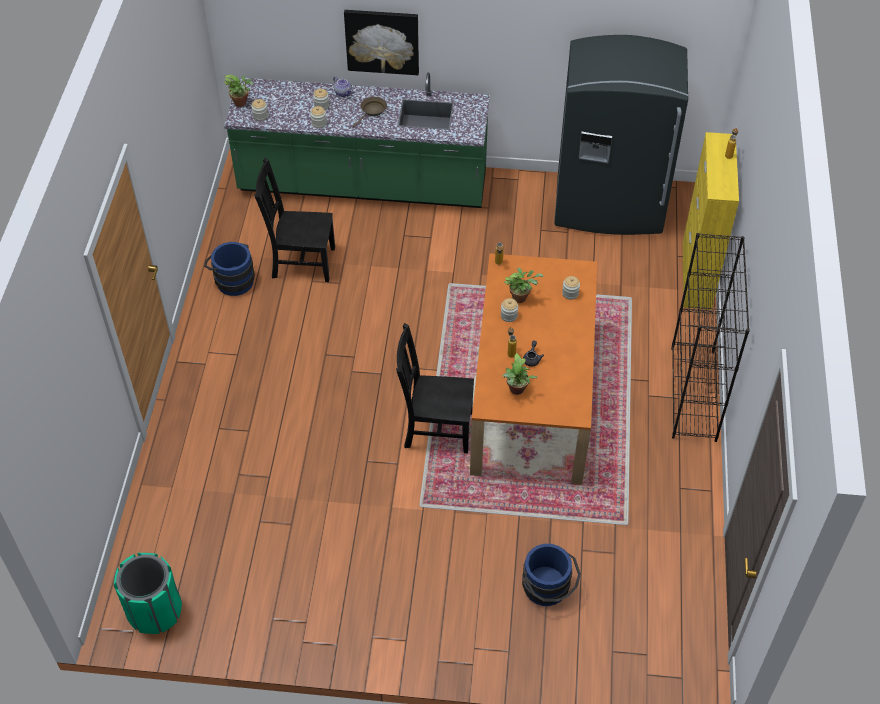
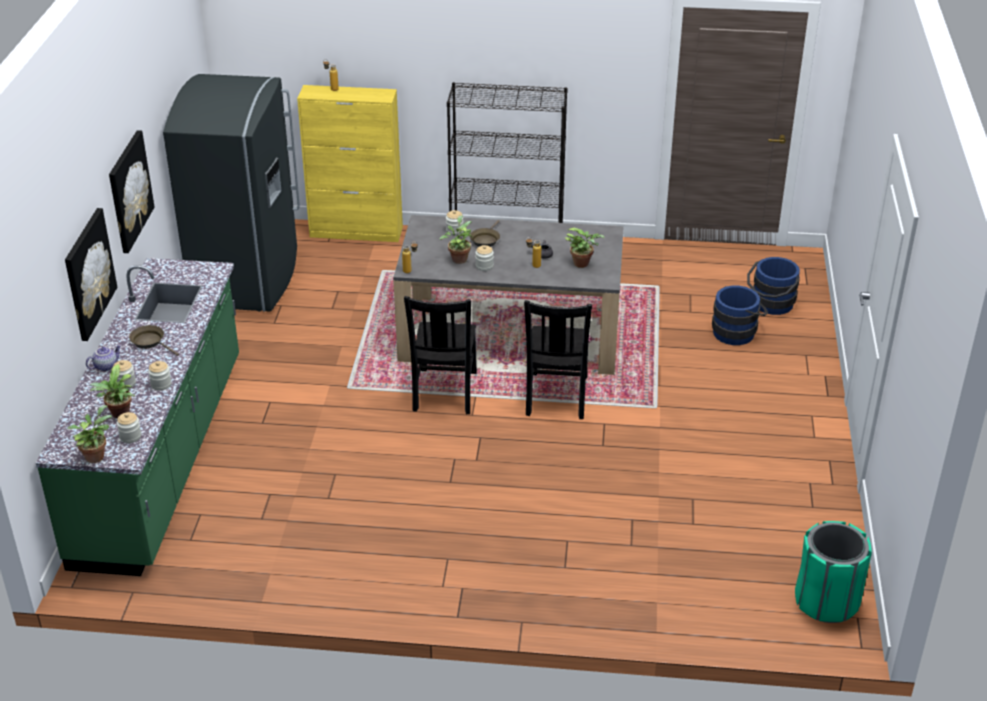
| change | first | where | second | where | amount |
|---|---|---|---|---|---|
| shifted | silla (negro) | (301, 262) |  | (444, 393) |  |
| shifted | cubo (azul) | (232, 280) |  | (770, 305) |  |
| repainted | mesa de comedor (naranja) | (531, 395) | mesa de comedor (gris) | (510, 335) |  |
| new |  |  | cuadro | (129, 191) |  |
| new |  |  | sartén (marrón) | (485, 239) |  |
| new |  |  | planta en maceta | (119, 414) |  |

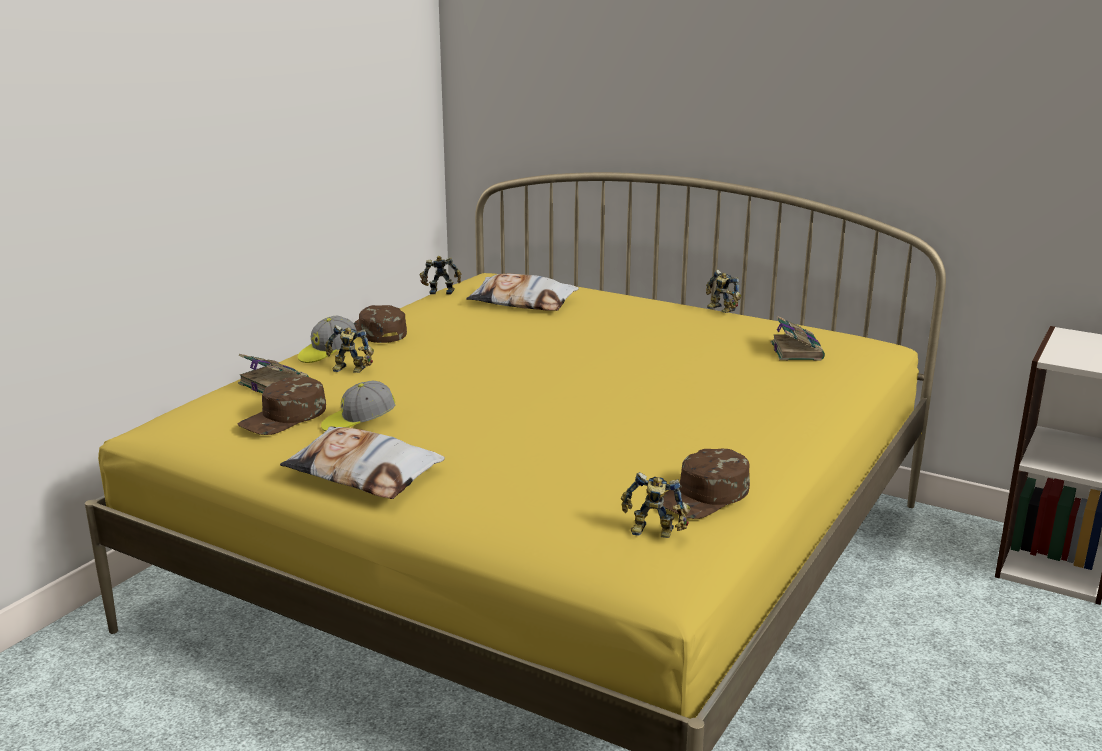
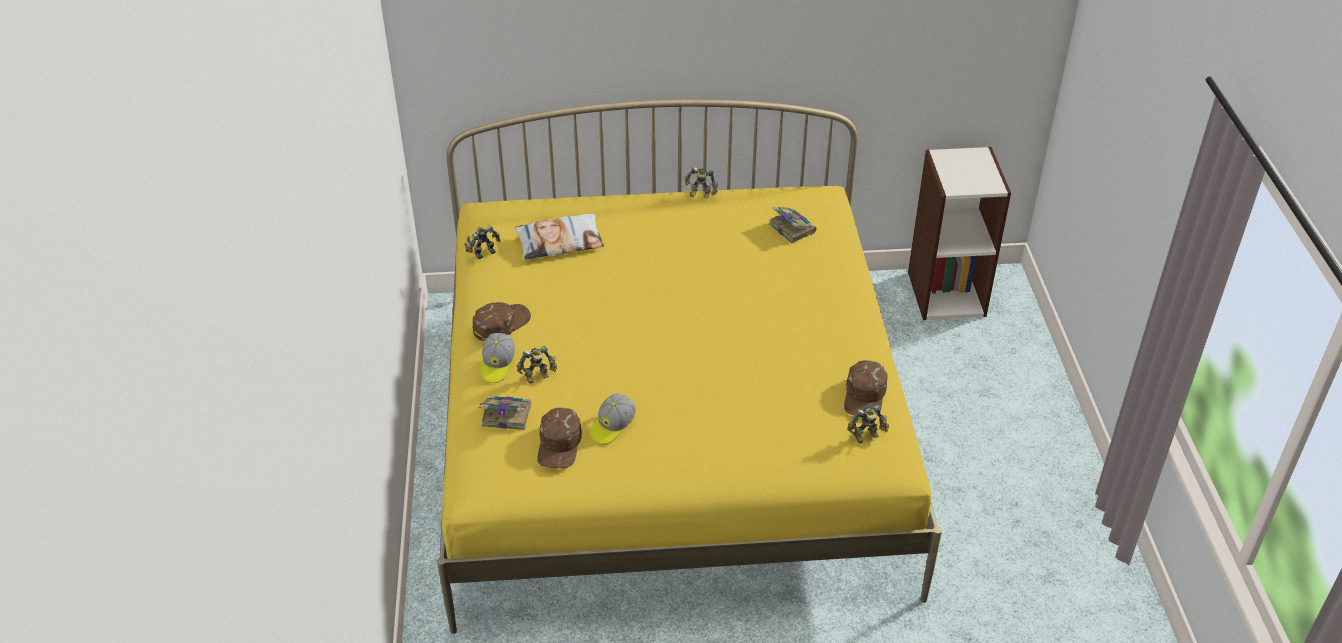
| change | first | where | second | where | amount |
|---|---|---|---|---|---|
| rotated | gorra (marrón) | (378, 331) |  | (501, 324) | 105 degrees clockwise |
| gone | cojín | (363, 472) |  |  |  |

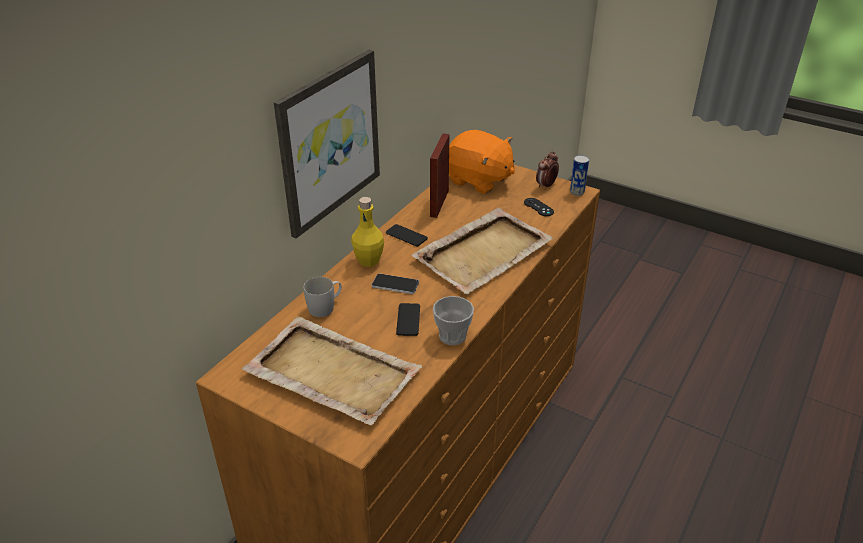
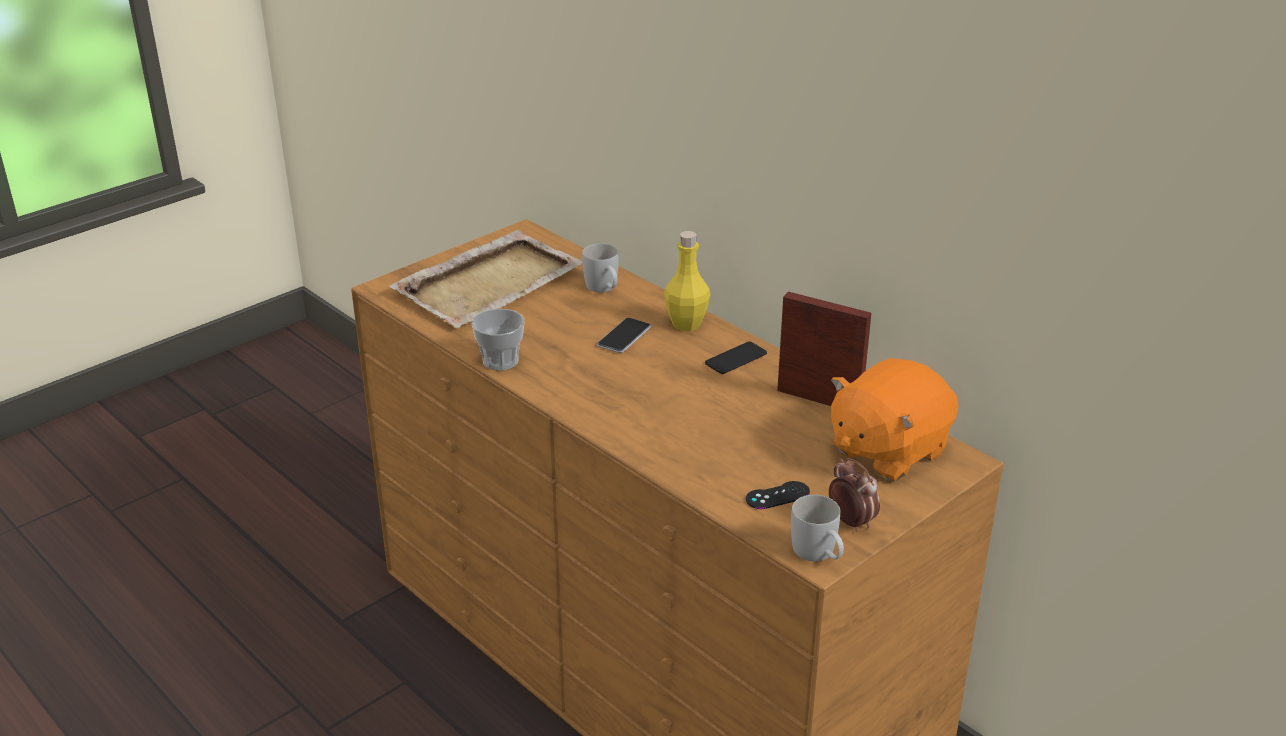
| change | first | where | second | where | amount |
|---|---|---|---|---|---|
| gone | cuadro | (328, 141) |  |  |  |
| swapped | lata | (577, 192) | taza grande (blanco) | (818, 554) |  |
| gone | bandeja (beis) | (484, 252) |  |  |  |
| gone | móvil | (408, 320) |  |  |  |

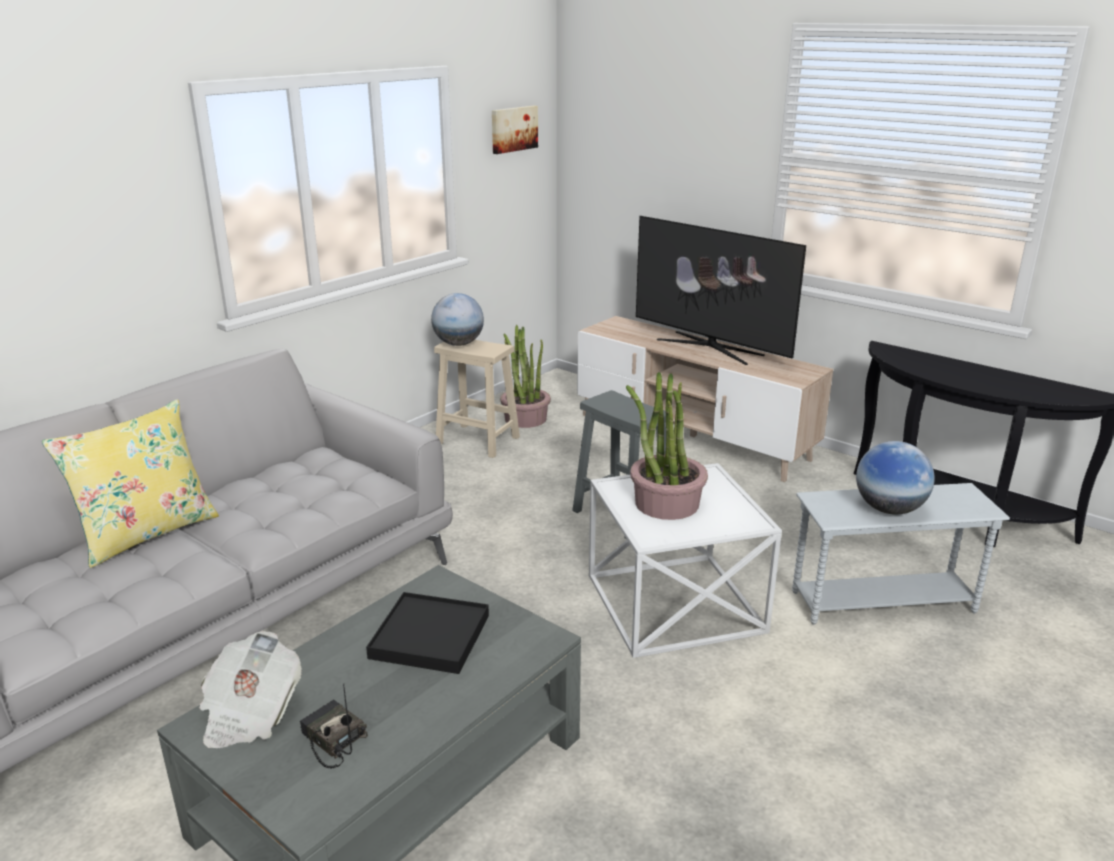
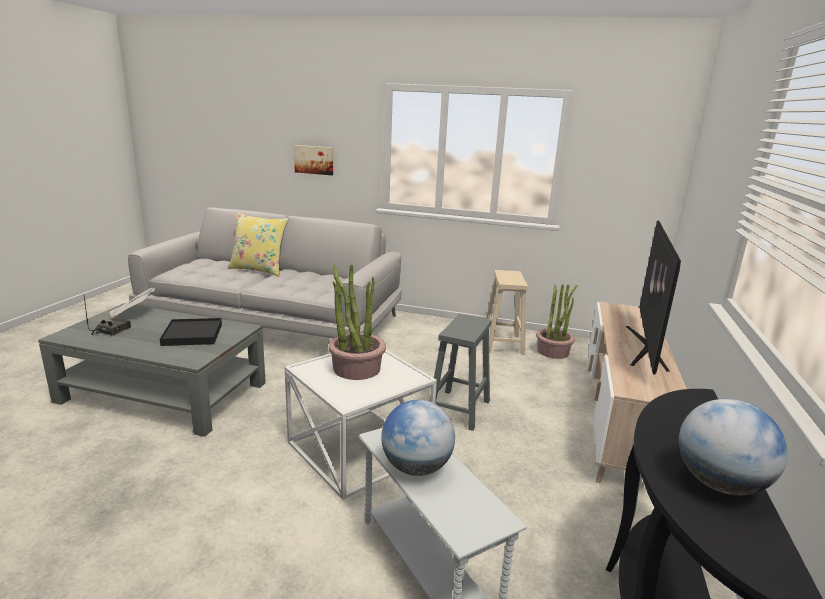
| change | first | where | second | where | amount |
|---|---|---|---|---|---|
| shifted | cuadro | (513, 129) |  | (314, 159) |  |
| shifted | globo terráqueo | (458, 344) |  | (719, 484) |  |

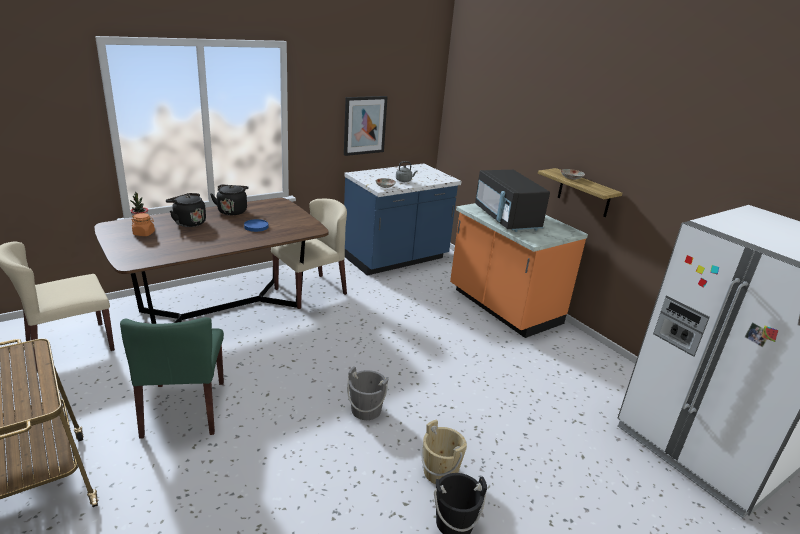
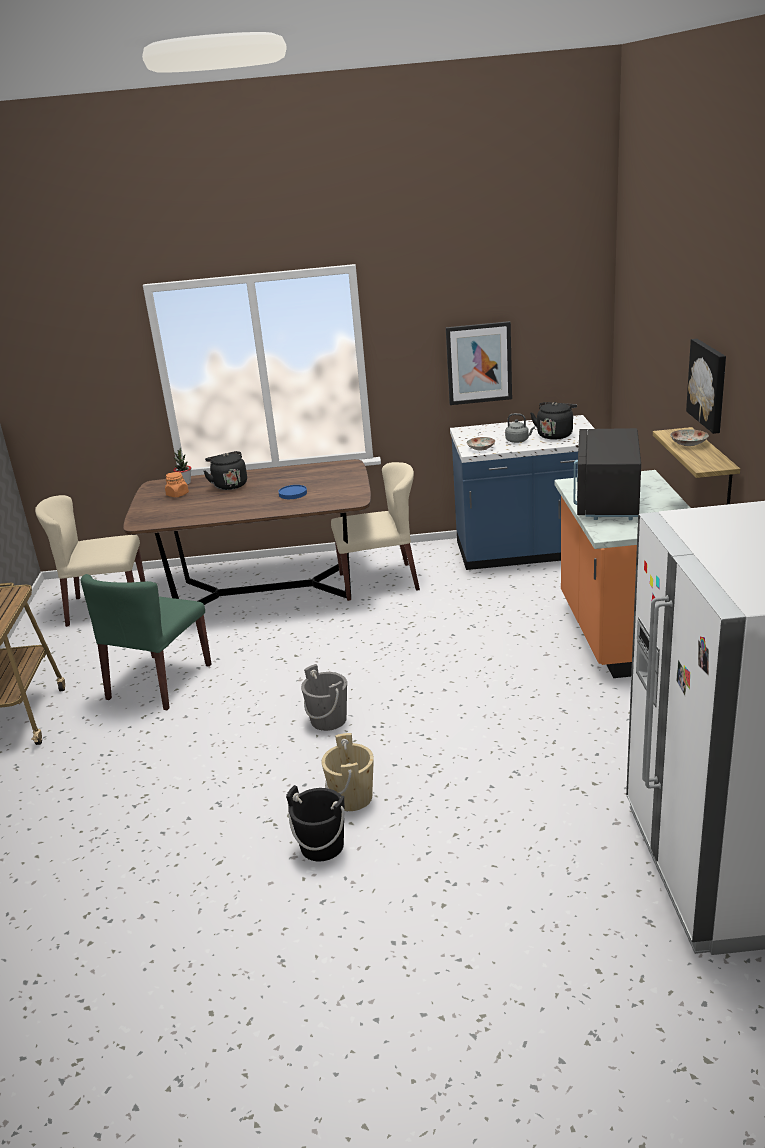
| change | first | where | second | where | amount |
|---|---|---|---|---|---|
| shifted | hervidor (negro) | (232, 211) |  | (555, 435) |  |
| new |  |  | cuadro | (709, 384) |  |

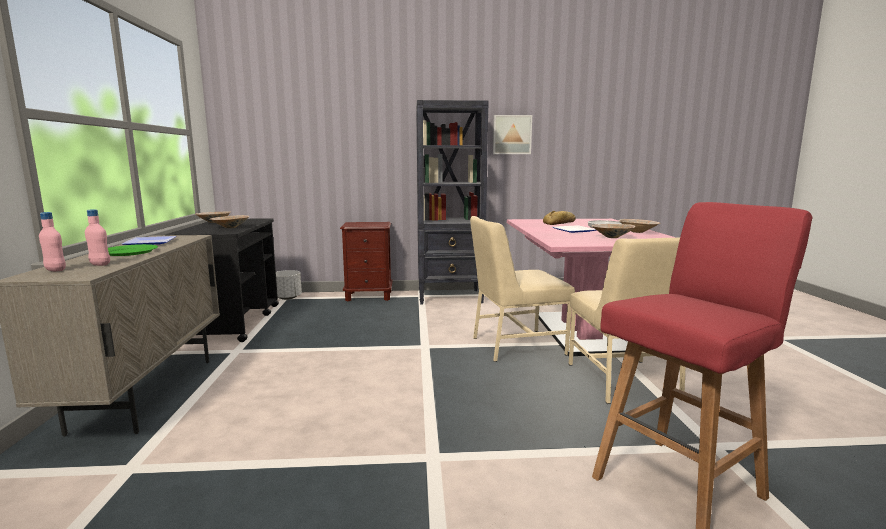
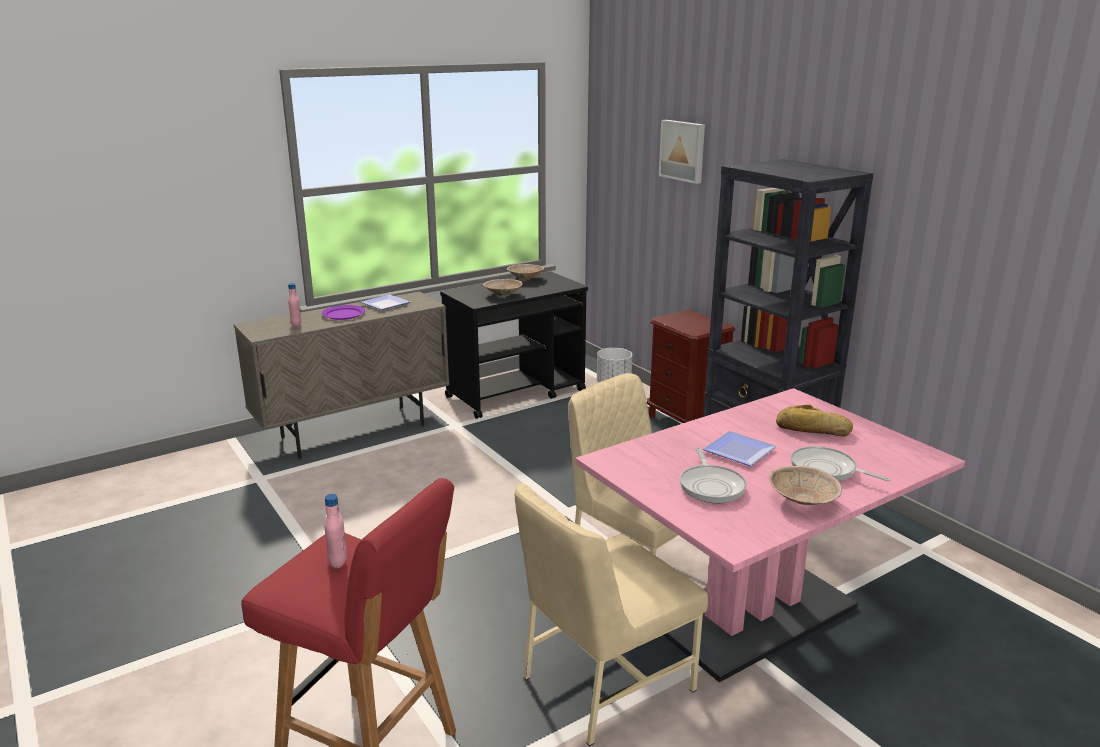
| change | first | where | second | where | amount |
|---|---|---|---|---|---|
| shifted | cuadro | (511, 134) |  | (683, 150) |  |
| shifted | botella (rosa) | (55, 270) |  | (338, 562) |  |
| swapped | cuenco (beis) | (611, 237) | sartén | (711, 486) |  |
| repainted | plato (verde) | (129, 252) | plato (morado) | (343, 314) |  |

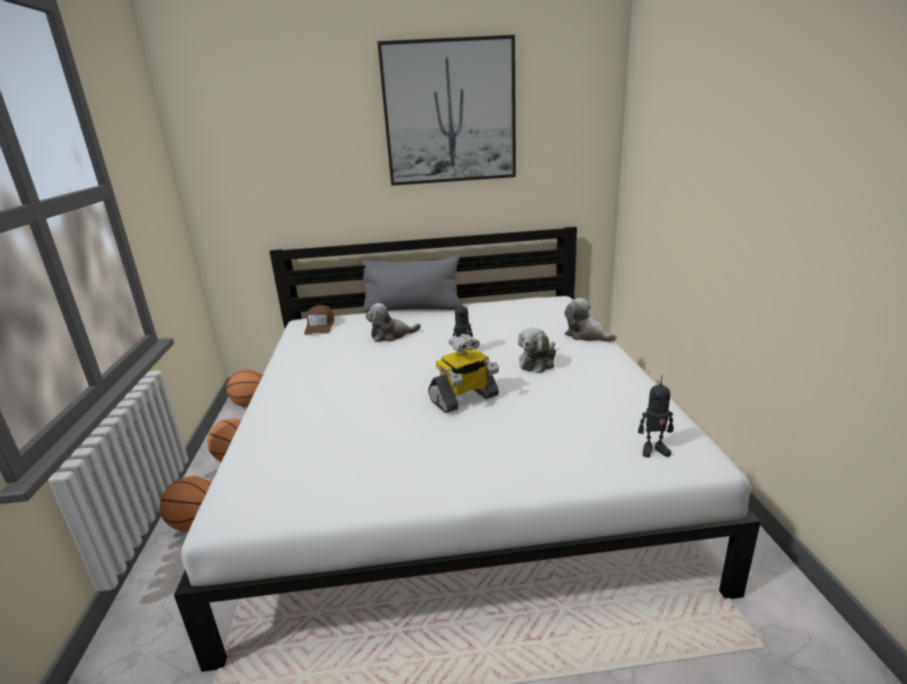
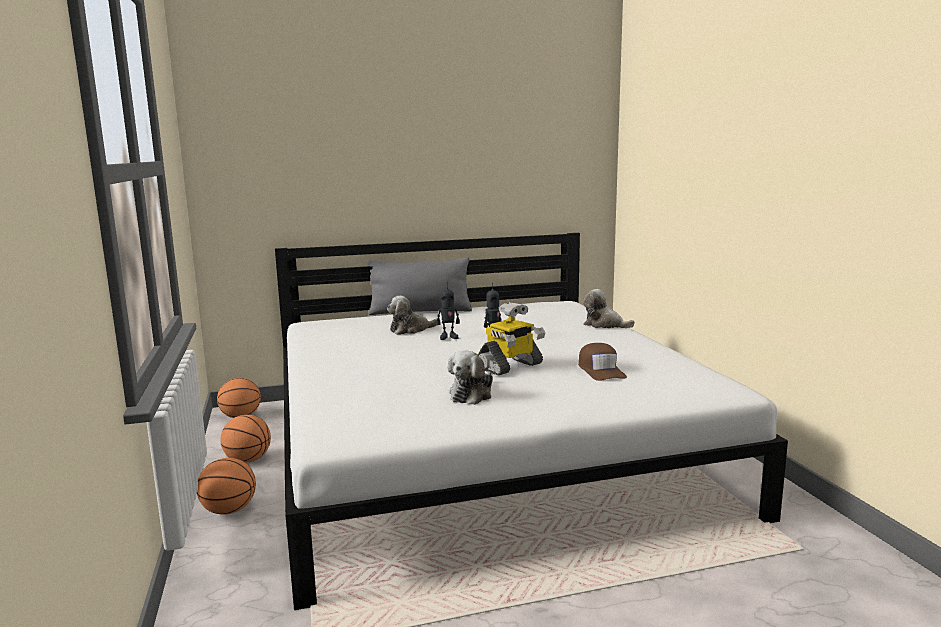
| change | first | where | second | where | amount |
|---|---|---|---|---|---|
| gone | cuadro | (450, 113) |  |  |  |
| shifted | gorra (marrón) | (320, 326) |  | (600, 370) |  |
| shifted | peluche | (538, 362) |  | (472, 394) |  |
| shifted | robot de juguete | (653, 450) |  | (448, 337) |  |

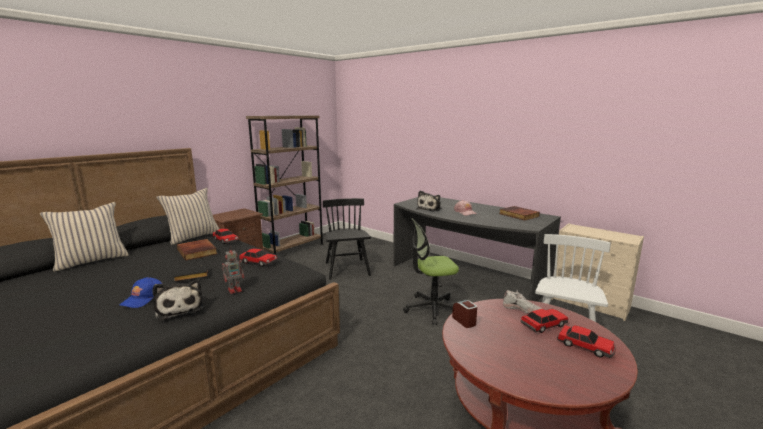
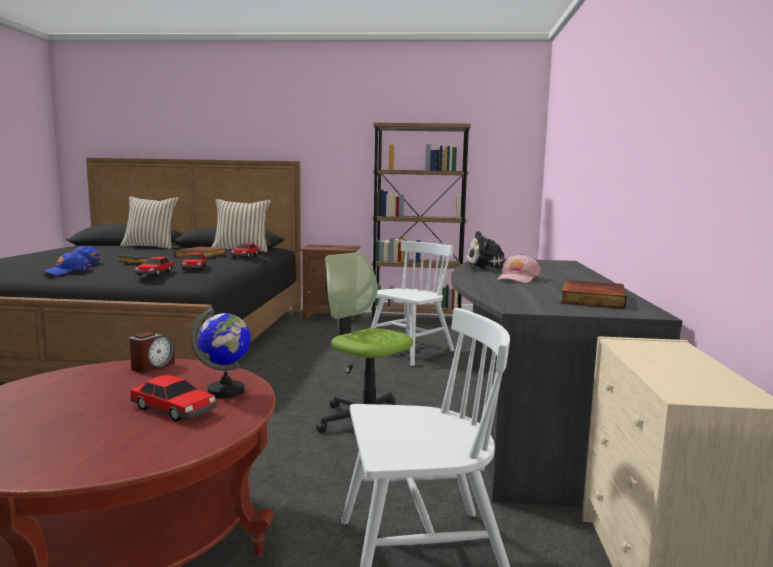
| change | first | where | second | where | amount |
|---|---|---|---|---|---|
| repainted | silla (negro) | (347, 269) | silla (blanco) | (409, 352) |  |
| gone | robot de juguete | (235, 290) |  |  |  |
| swapped | peluche | (179, 308) | gorra (azul) | (67, 271) |  |
| swapped | zapato (blanco) | (522, 309) | globo terráqueo | (226, 391) |  |
| shifted | coche de juguete | (585, 347) |  | (154, 273) |  |

